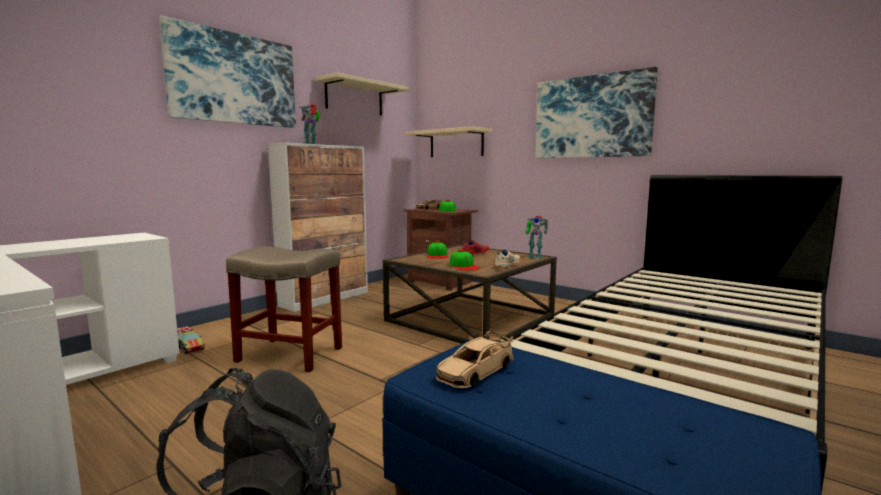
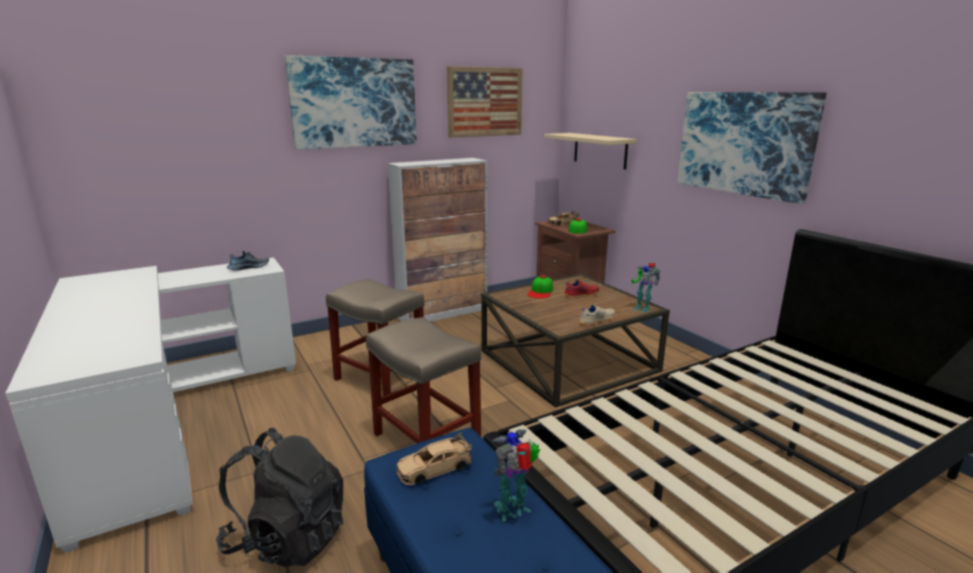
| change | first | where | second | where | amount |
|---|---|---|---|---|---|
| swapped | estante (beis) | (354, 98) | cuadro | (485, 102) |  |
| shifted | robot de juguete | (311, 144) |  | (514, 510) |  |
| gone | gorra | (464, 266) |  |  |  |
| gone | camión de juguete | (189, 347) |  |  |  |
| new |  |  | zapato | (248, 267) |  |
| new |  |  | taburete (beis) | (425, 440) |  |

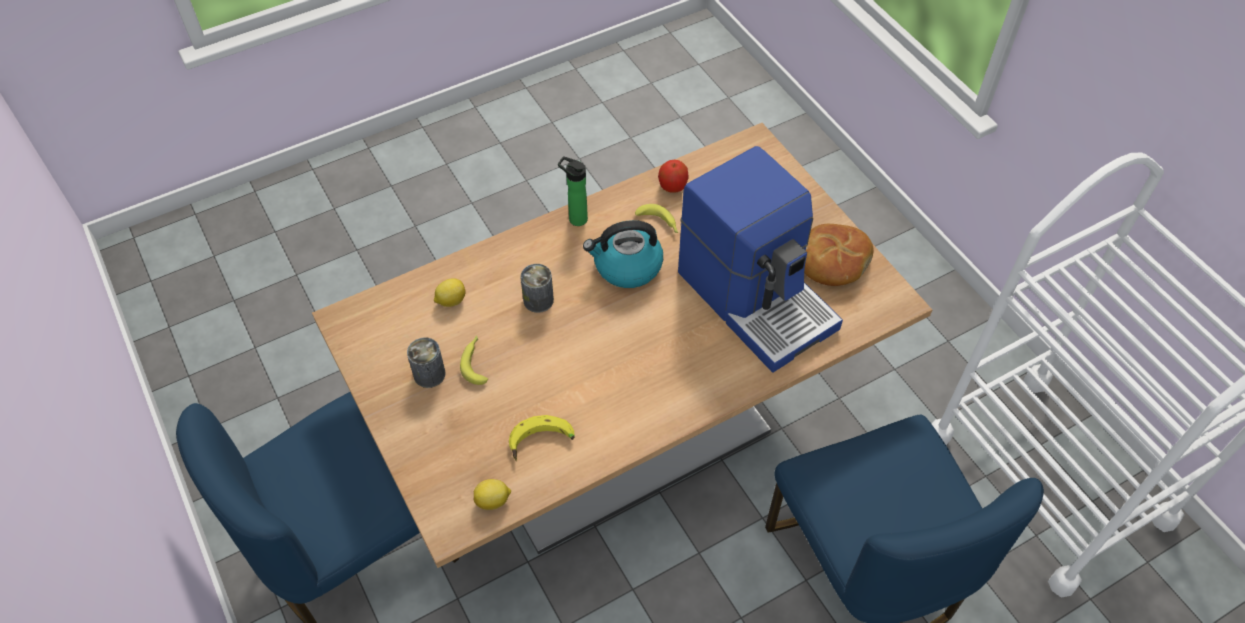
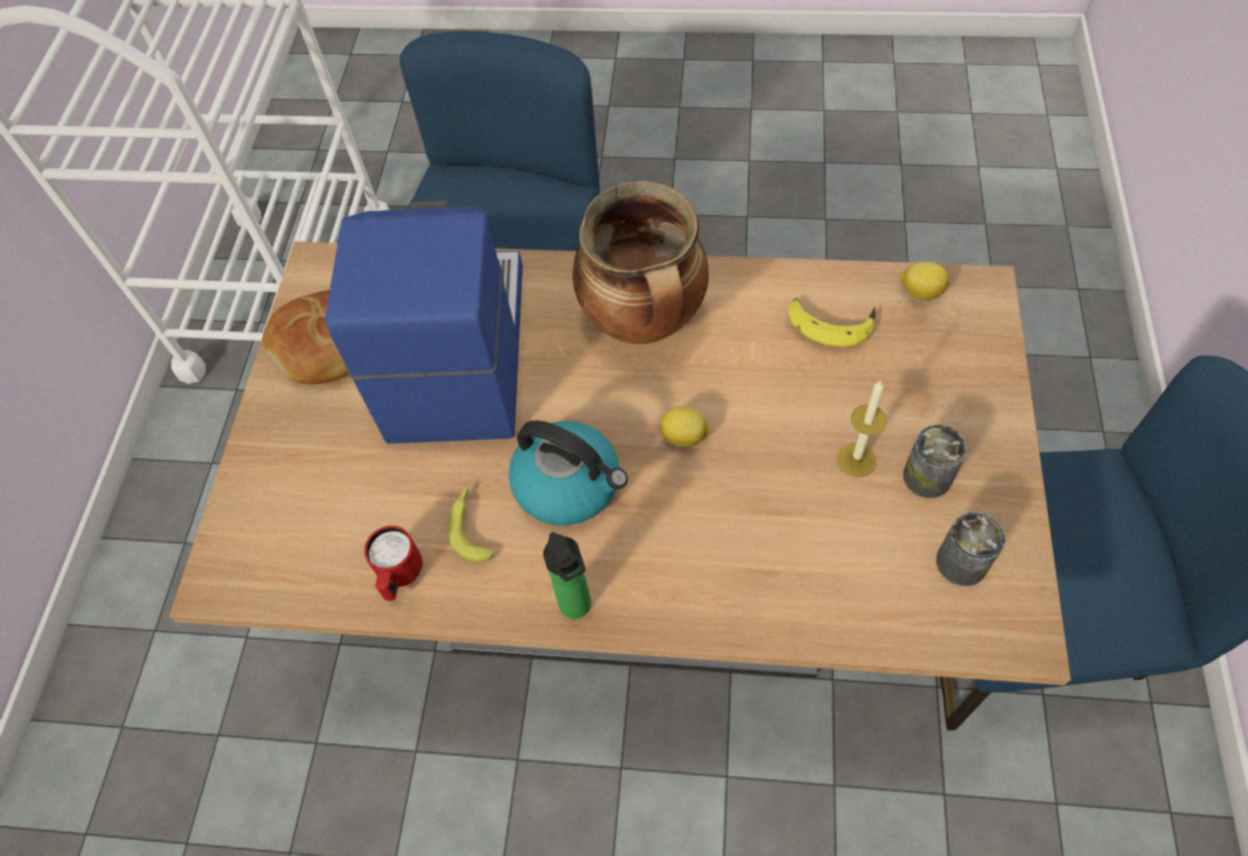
| change | first | where | second | where | amount |
|---|---|---|---|---|---|
| swapped | manzana | (673, 187) | taza grande (rojo) | (400, 577) |  |
| shifted | lata | (538, 300) |  | (961, 562) |  |
| shifted | limón | (451, 300) |  | (685, 437) |  |
| swapped | plátano | (476, 362) | vela | (856, 460) |  |
| new |  |  | olla | (645, 322) |  |

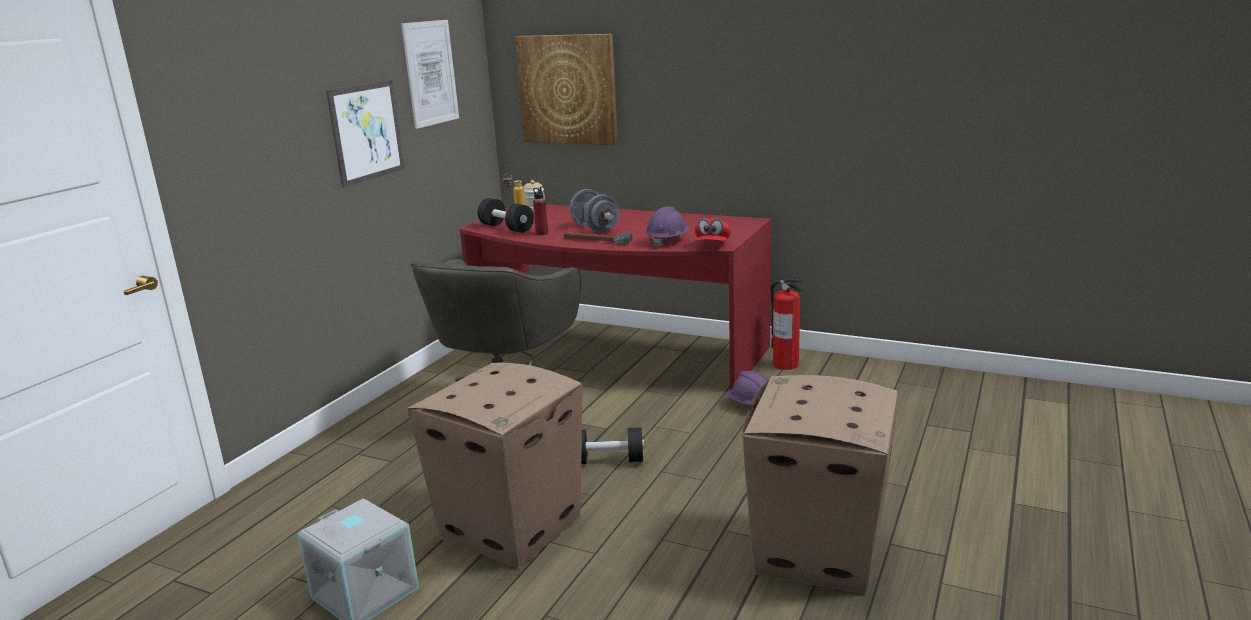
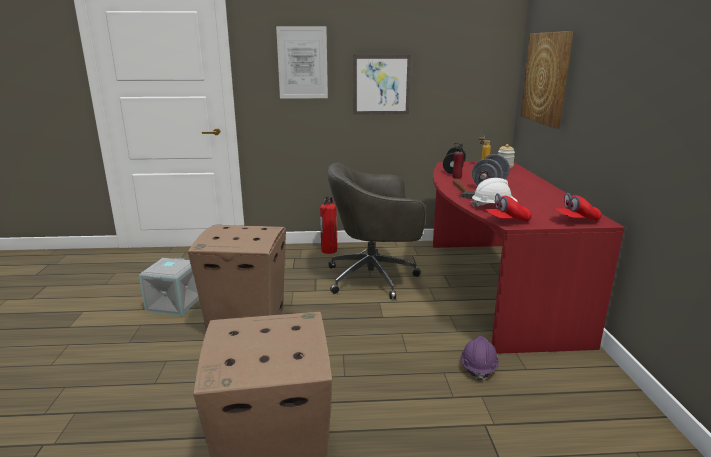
| change | first | where | second | where | amount |
|---|---|---|---|---|---|
| shifted | cuadro | (430, 73) |  | (302, 63) |  |
| repainted | casco (morado) | (667, 241) | casco (blanco) | (493, 207) |  |
| shifted | extintor | (785, 364) |  | (329, 250) |  |
| gone | mancuerna (negro) | (608, 460) |  |  |  |
| new |  |  | gorra (rojo) | (575, 220) |  |

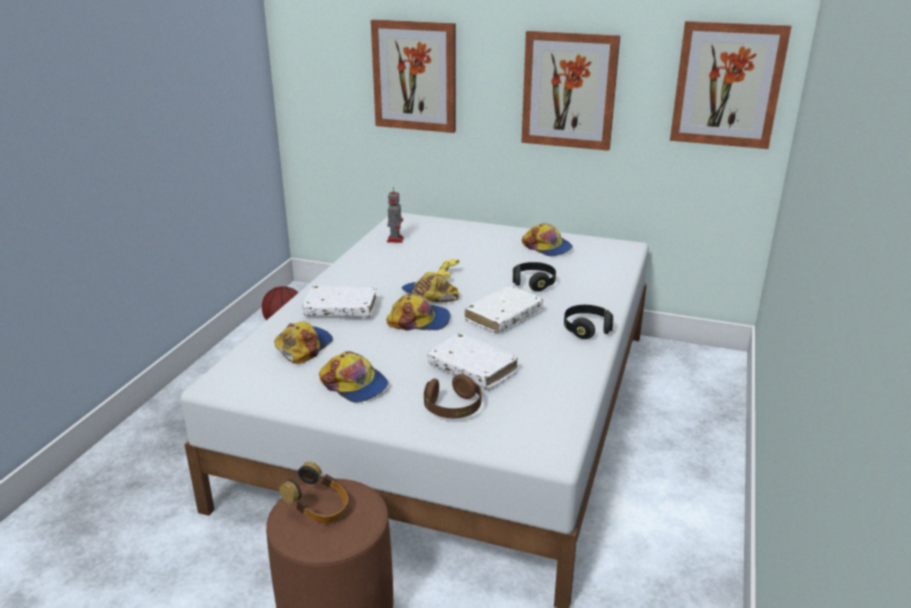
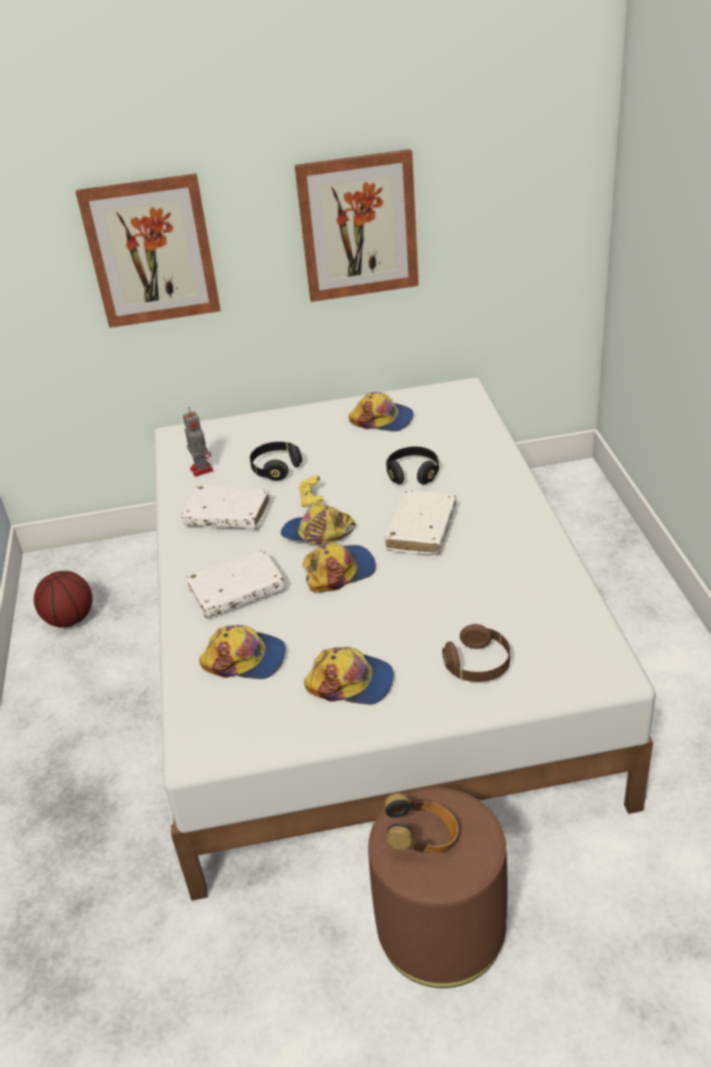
| change | first | where | second | where | amount |
|---|---|---|---|---|---|
| gone | cuadro | (727, 85) |  |  |  |
| shifted | auriculares (negro) | (586, 329) |  | (276, 468) |  |
| rotated | gorra | (303, 346) |  | (245, 659) | 105 degrees clockwise |
| shifted | libro (blanco) | (472, 369) |  | (228, 515) |  |

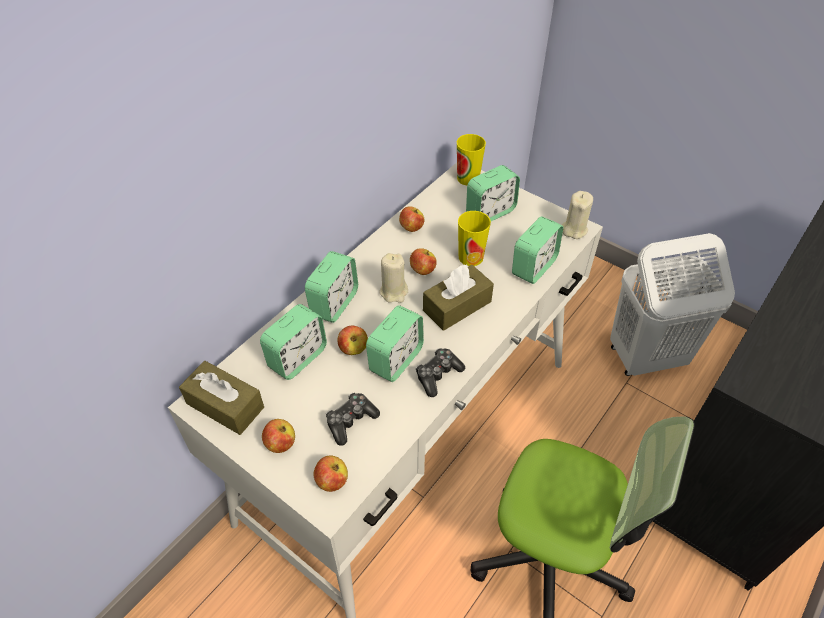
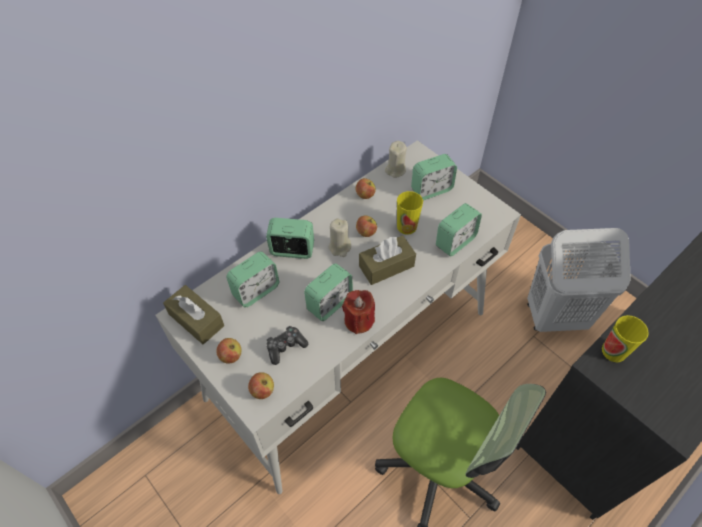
| change | first | where | second | where | amount |
|---|---|---|---|---|---|
| shifted | taza | (468, 178) |  | (614, 351) |  |
| shifted | vela (beis) | (574, 229) |  | (395, 170) |  |
| rotated | despertador | (334, 303) |  | (292, 250) | 120 degrees counterclockwise |
| gone | manzana | (353, 349) |  |  |  |
| swapped | mando de consola | (438, 375) | vela (rojo) | (359, 320) |  |

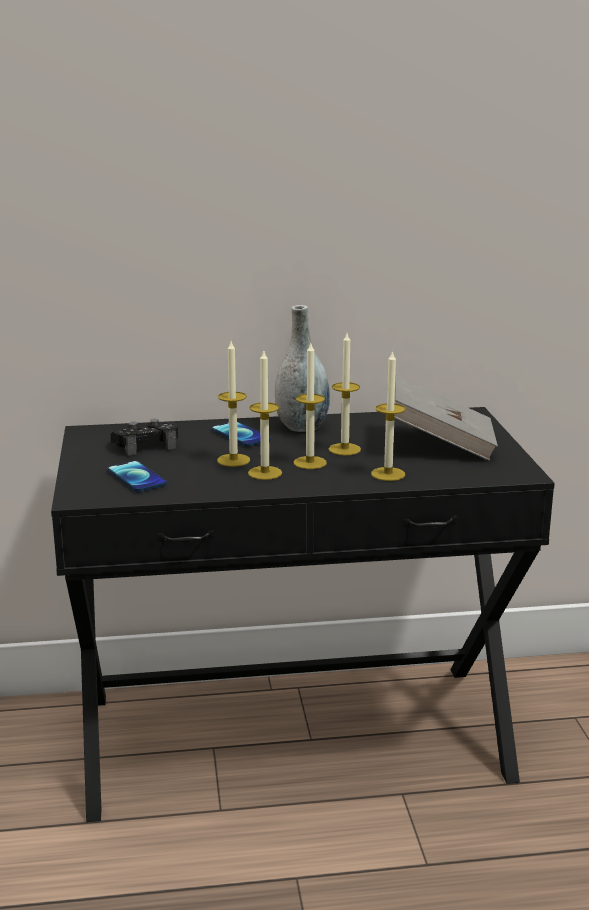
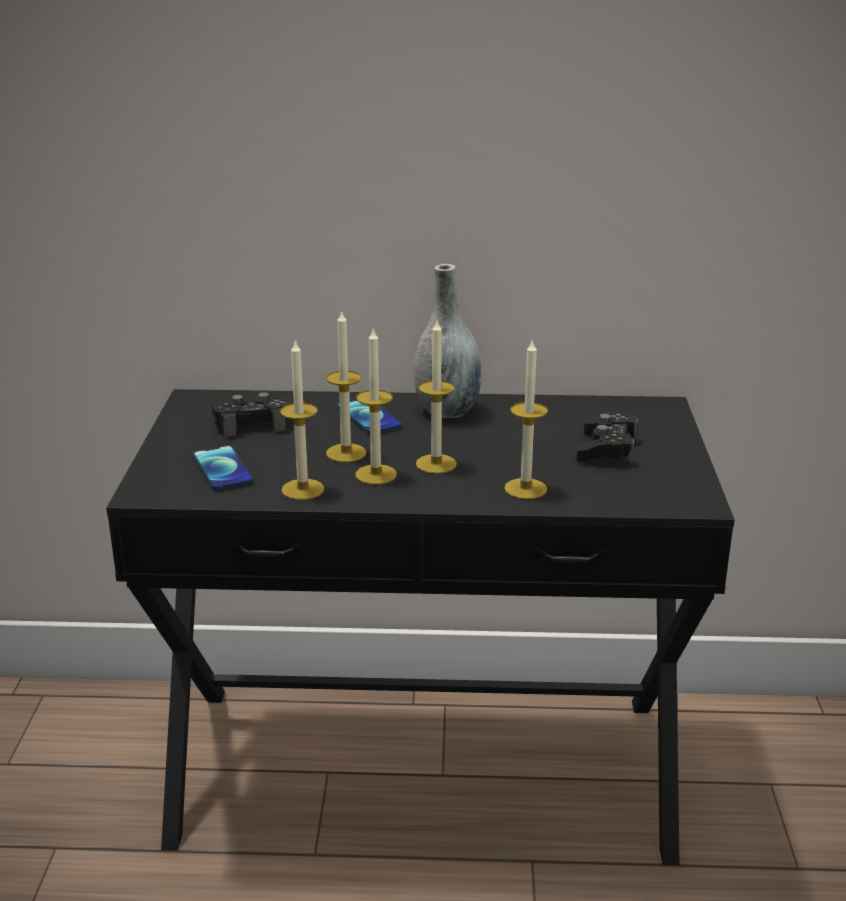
| change | first | where | second | where | amount |
|---|---|---|---|---|---|
| shifted | vela | (344, 449) |  | (303, 489) |  |
| swapped | libro (gris) | (439, 444) | mando de consola (negro) | (607, 449) |  |

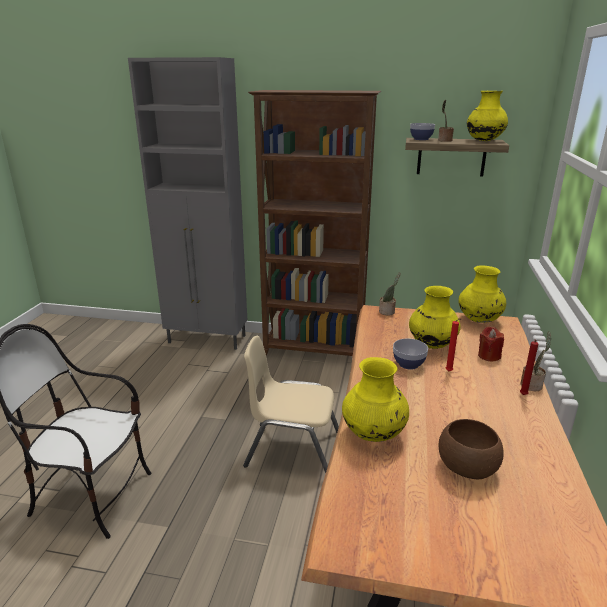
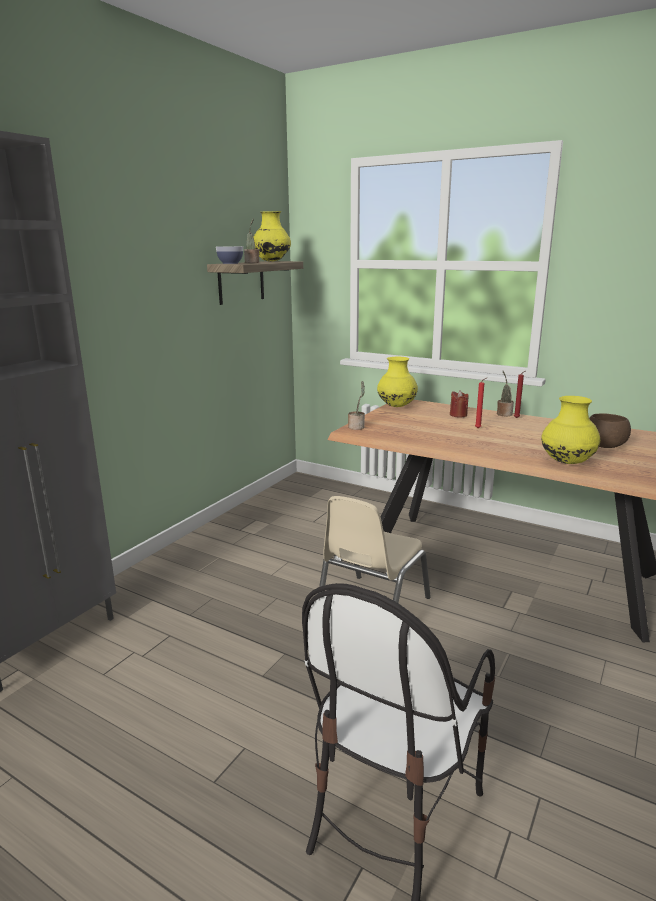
| change | first | where | second | where | amount |
|---|---|---|---|---|---|
| gone | estantería (marrón) | (314, 350) |  |  |  |
| gone | florero (amarillo) | (431, 345) |  |  |  |
| gone | cuenco | (408, 364) |  |  |  |

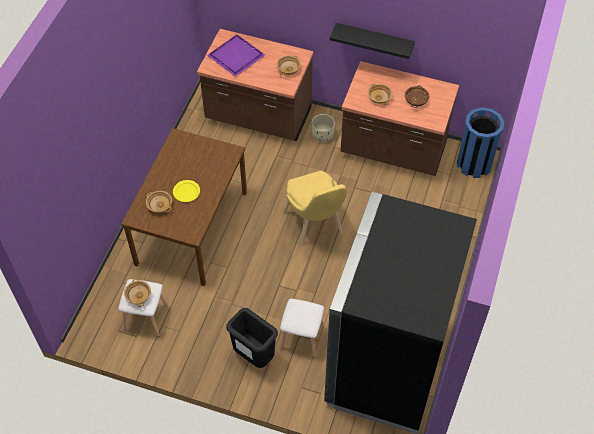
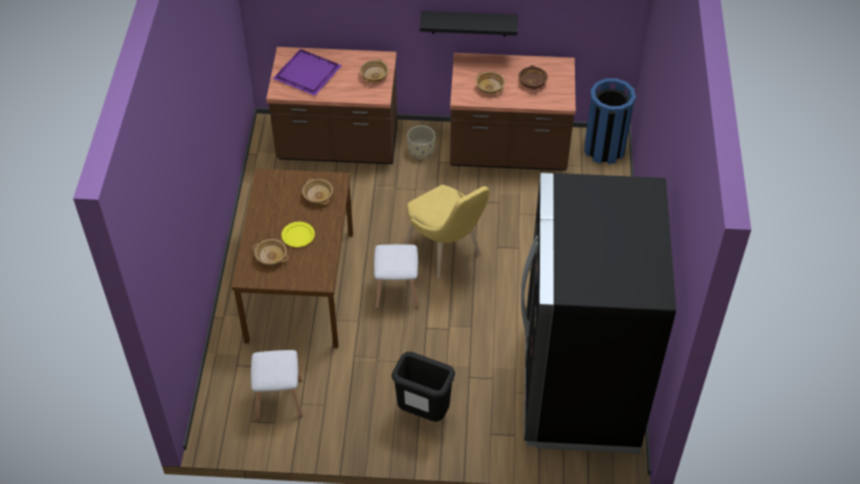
| change | first | where | second | where | amount |
|---|---|---|---|---|---|
| shifted | cuenco (beis) | (138, 296) |  | (318, 196) |  |
| shifted | taburete (blanco) | (302, 338) |  | (397, 292) |  |

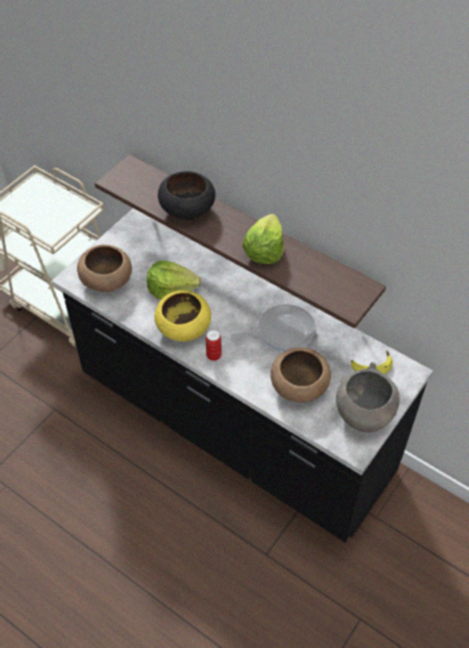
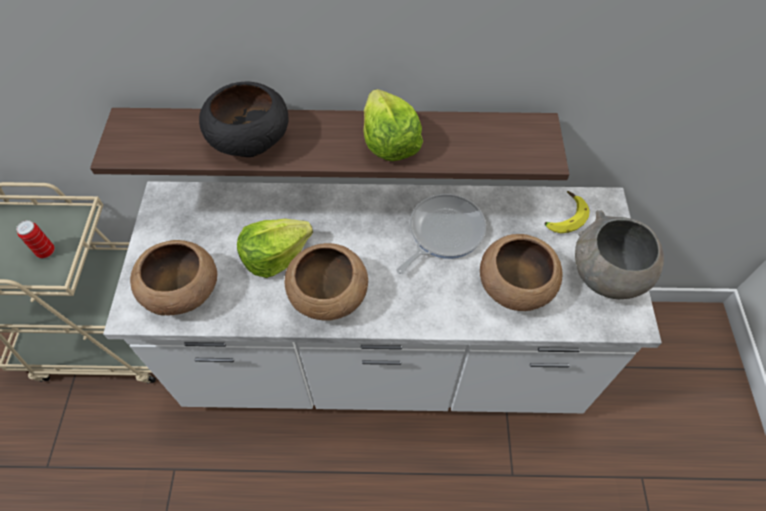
| change | first | where | second | where | amount |
|---|---|---|---|---|---|
| repainted | mueble bajo de cocina (negro) | (234, 427) | mueble bajo de cocina (blanco) | (383, 362) |  |
| repainted | cuenco (amarillo) | (183, 328) | cuenco (marrón) | (328, 296) |  |
| shifted | lata | (214, 355) |  | (46, 251) |  |

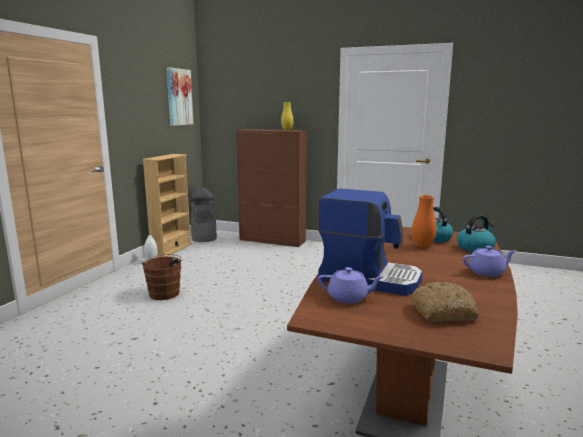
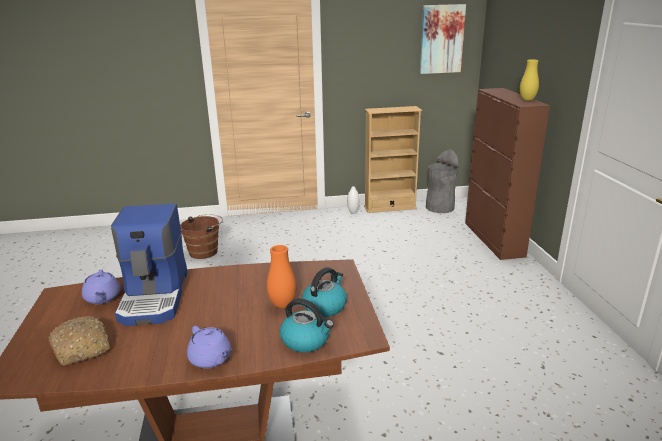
| change | first | where | second | where | amount |
|---|---|---|---|---|---|
| shifted | cubo (marrón) | (164, 292) |  | (205, 251) |  |

